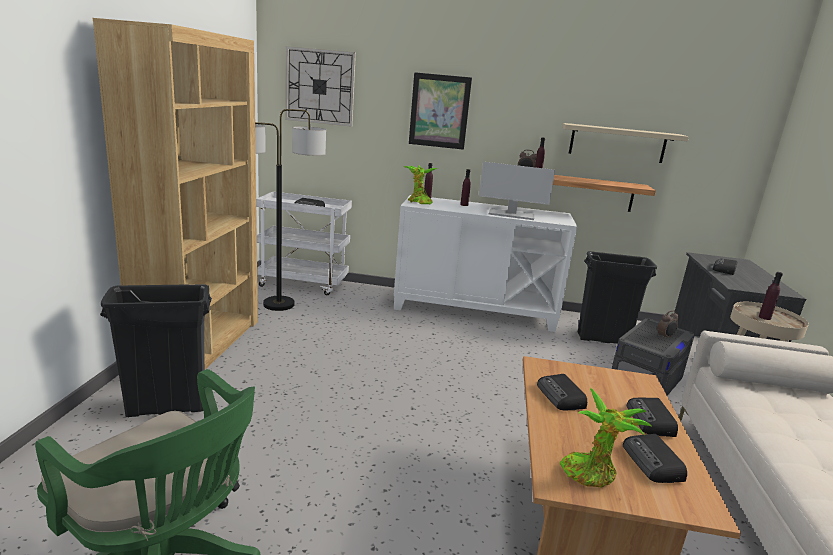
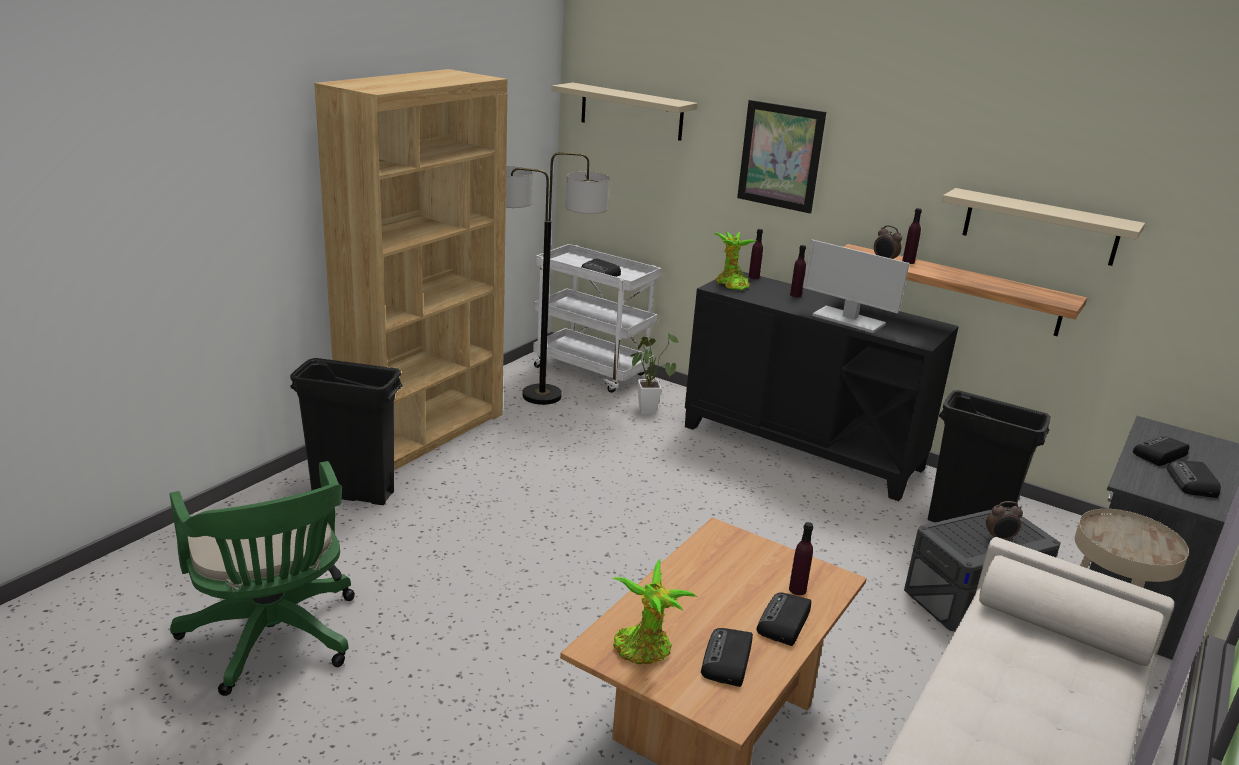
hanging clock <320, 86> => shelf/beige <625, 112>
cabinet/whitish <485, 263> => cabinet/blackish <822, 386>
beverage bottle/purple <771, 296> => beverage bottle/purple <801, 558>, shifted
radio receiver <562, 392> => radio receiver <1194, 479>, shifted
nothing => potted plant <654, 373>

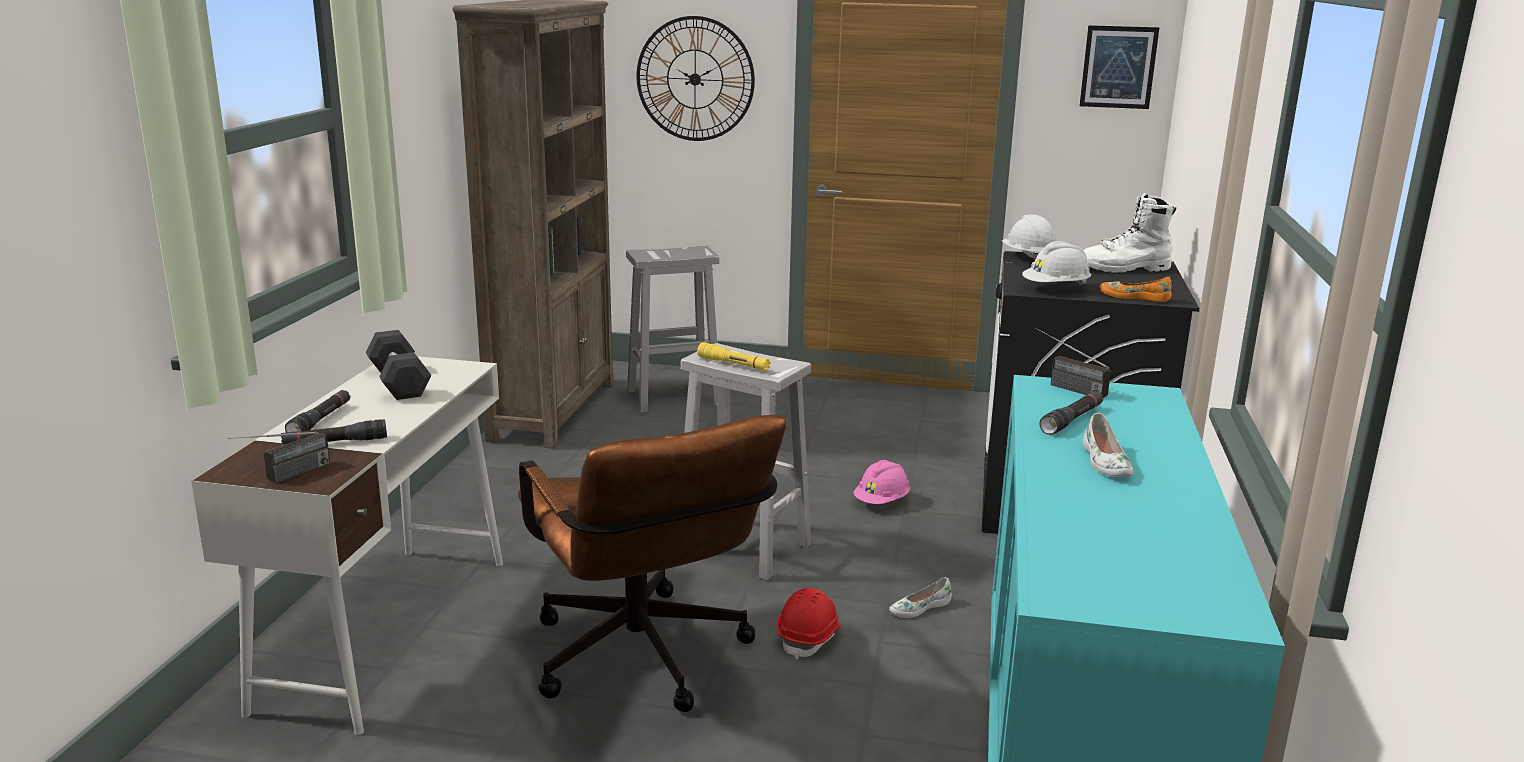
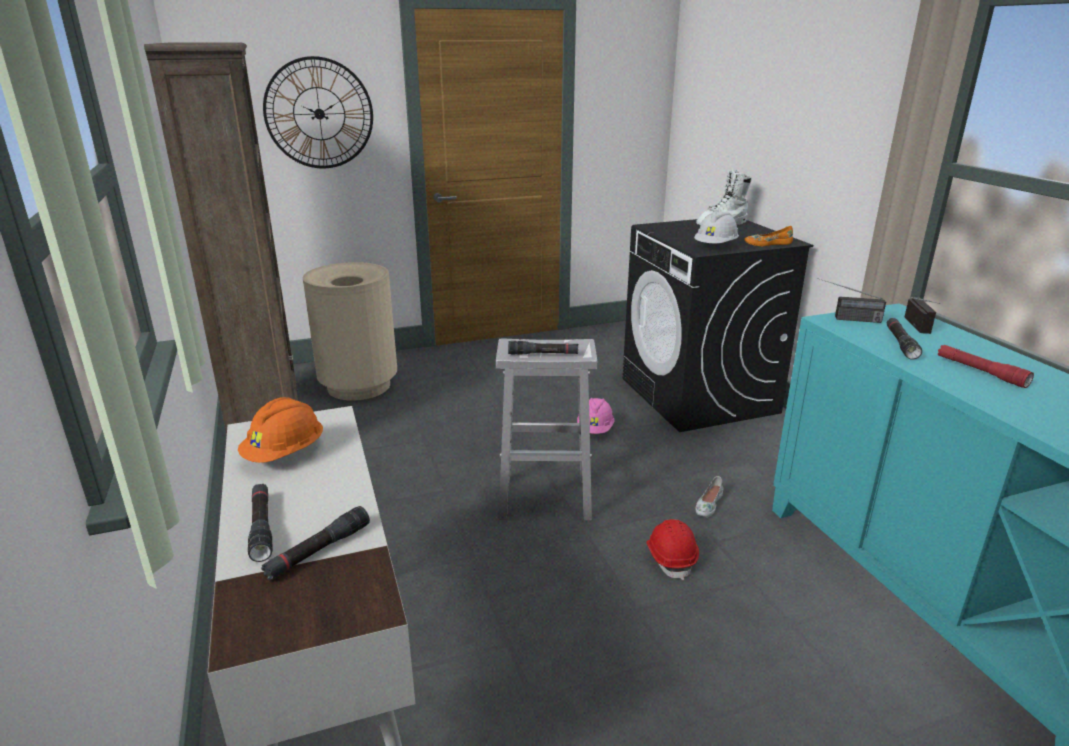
wall picture <1119, 67> => nothing
hard hat/whitish <1030, 236> => nothing
sitting stool/whitish <673, 329> => rubbish bin/beige <349, 331>
free weight/gray <398, 365> => hard hat/orange <280, 430>
hand torch/yellow-coloured <734, 356> => hand torch/blackish <543, 348>
shoe/whitish <1108, 445> => hand torch/red-coloured <986, 366>
computer chair/brown <652, 563> => nothing
radio receiver <279, 457> => radio receiver <922, 315>, shifted

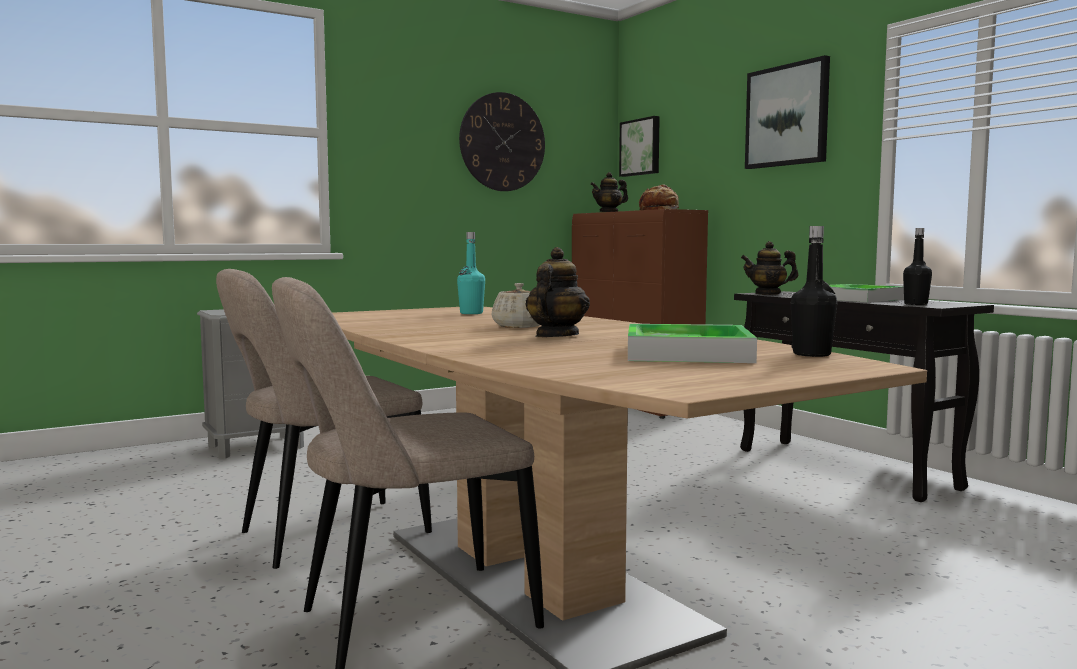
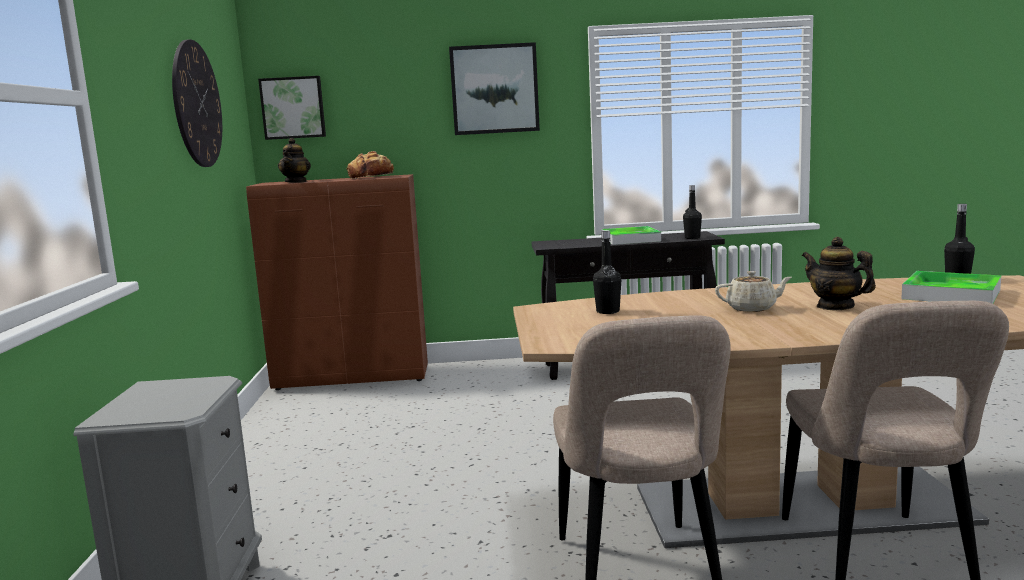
beverage bottle/turquoise <471, 273> => beverage bottle/blackish <607, 272>
tea pot <769, 268> => nothing

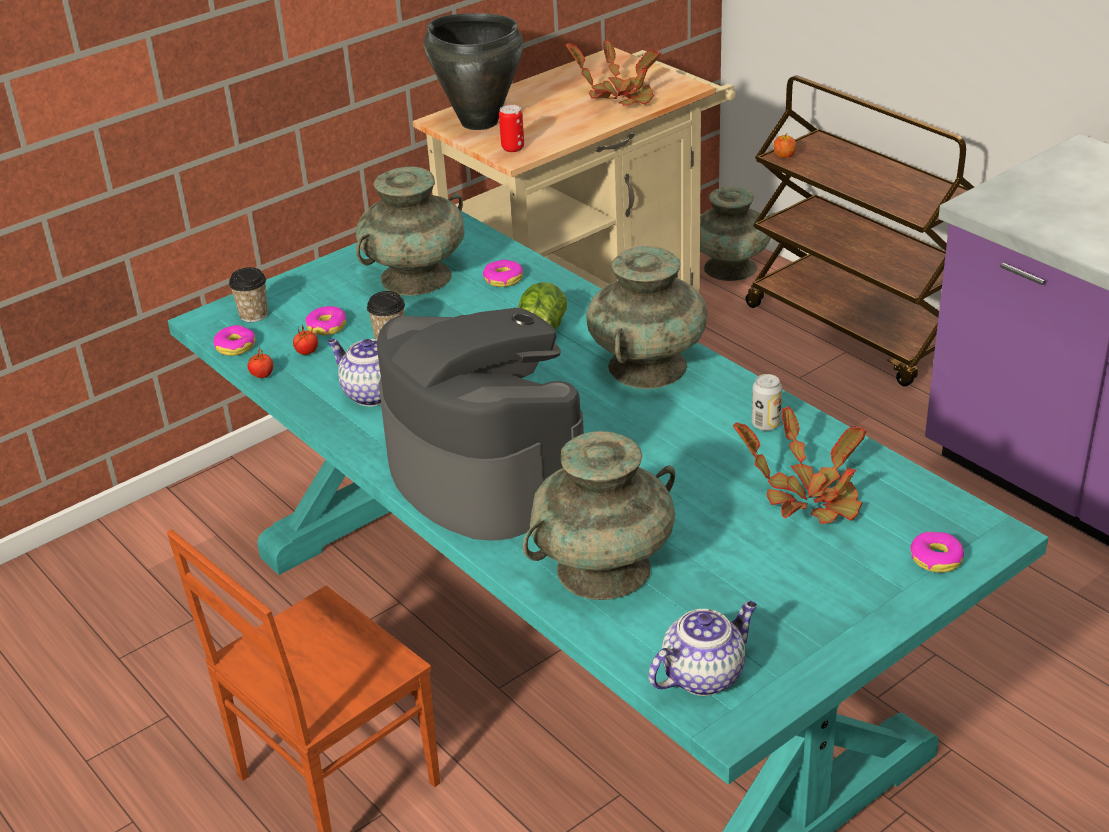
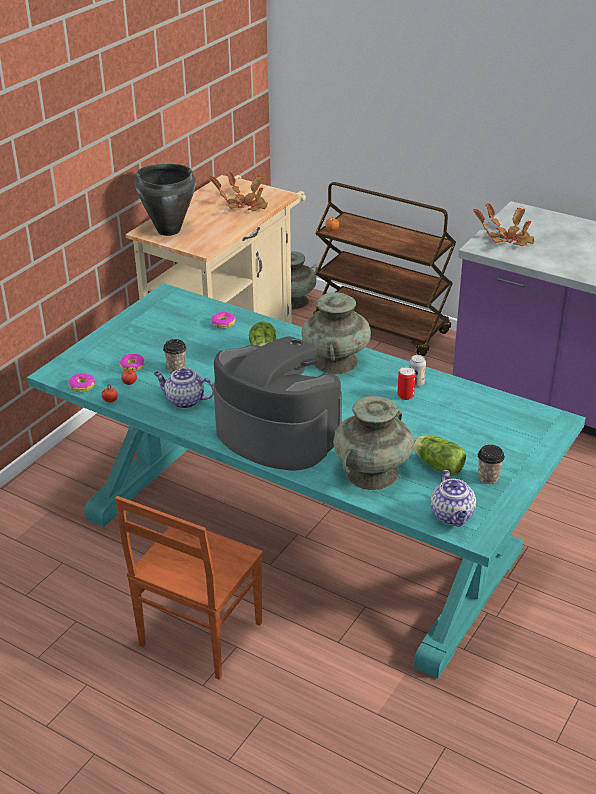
can <511, 128> => can <406, 383>, shifted
flower vase/turquoise <410, 231> => nothing
drinking cup <248, 294> => drinking cup <491, 464>, shifted
potted plant <800, 465> => potted plant <503, 224>, shifted
doughnut <937, 552> => nothing
tea pot <702, 648> => tea pot <453, 498>, 135 degrees clockwise
nothing => lettuce head <439, 456>

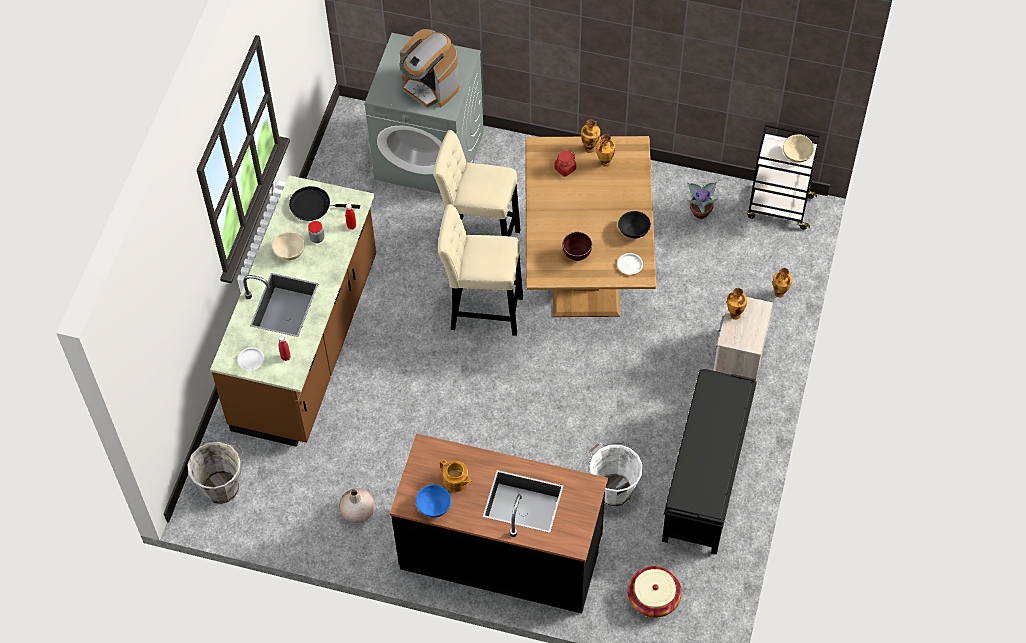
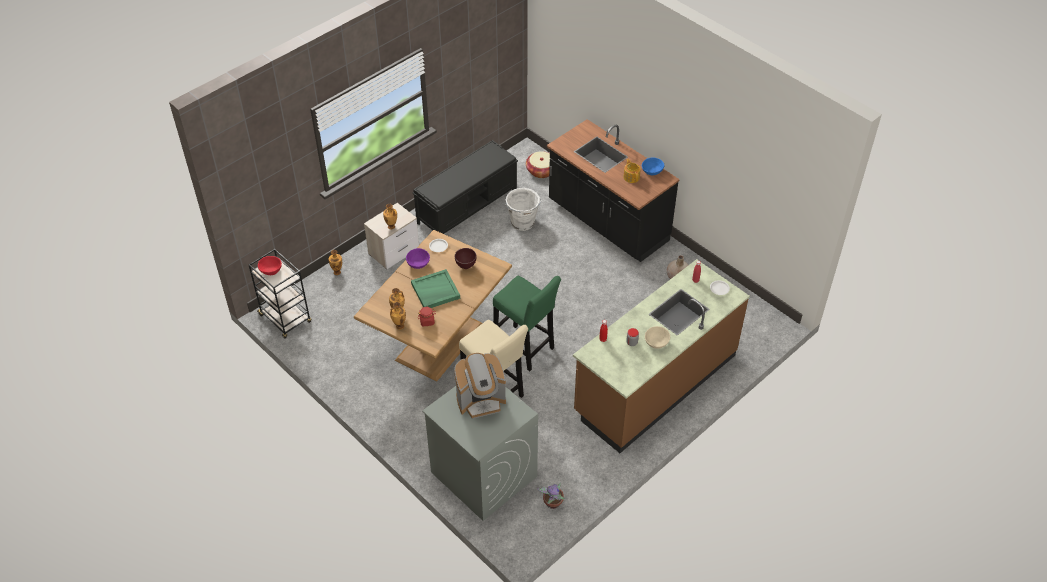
coffee maker <429, 68> => coffee maker <480, 386>, 90 degrees clockwise
bowl/beige <798, 148> => bowl/red-coloured <270, 265>
potted plant <702, 200> => potted plant <551, 495>, shifted
skillet/blackish <324, 203> => nothing
sitting stool/beige <480, 270> => sitting stool/greenish <527, 323>
bowl/blackish <634, 224> => bowl/purple <418, 258>
pail/gray <216, 472> => nothing
nothing => tray/greenish <435, 288>

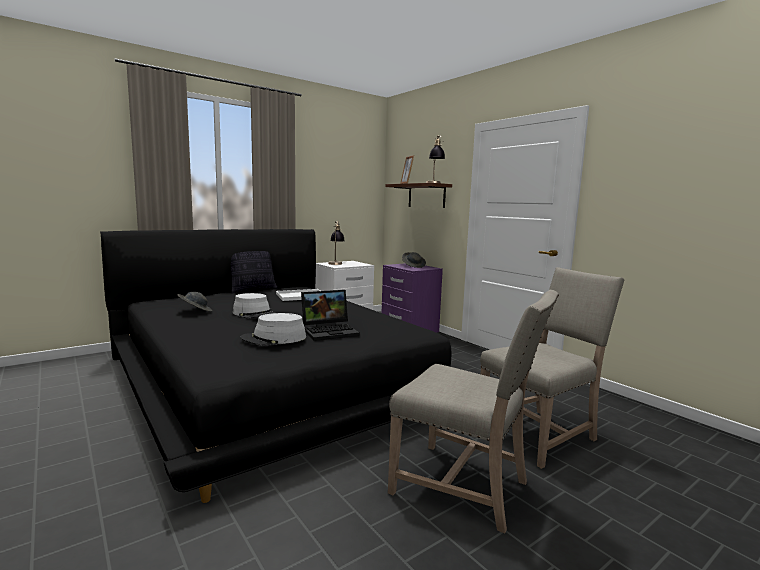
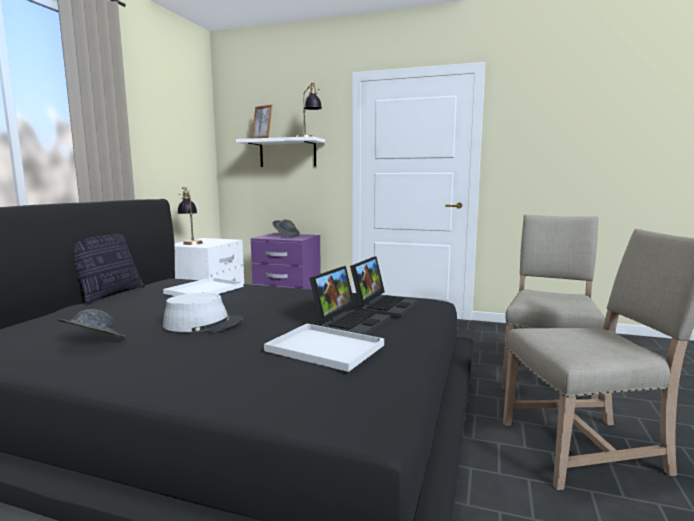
shelf/brown <418, 195> => shelf/whitish <280, 151>
hat/gray <273, 329> => tray/whitish <324, 348>
nothing => portable computer <384, 287>

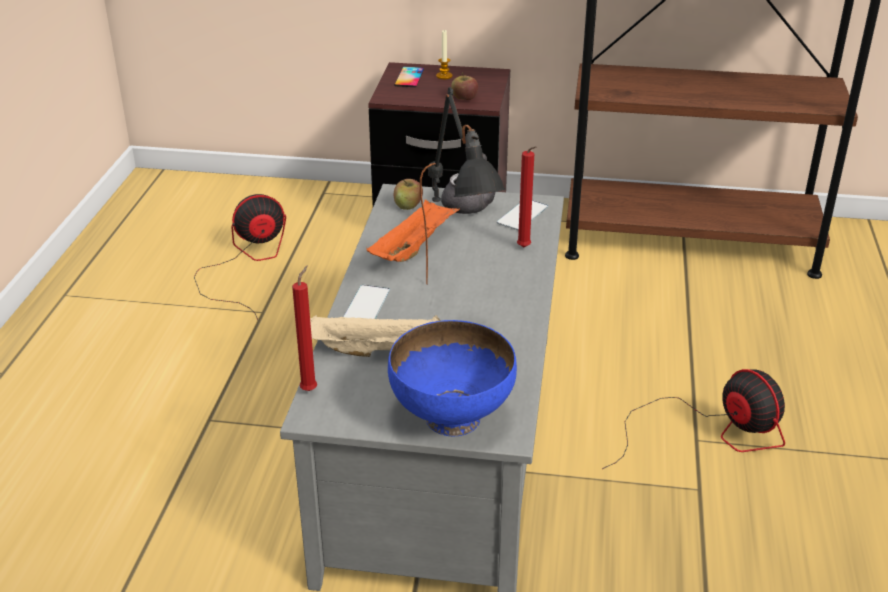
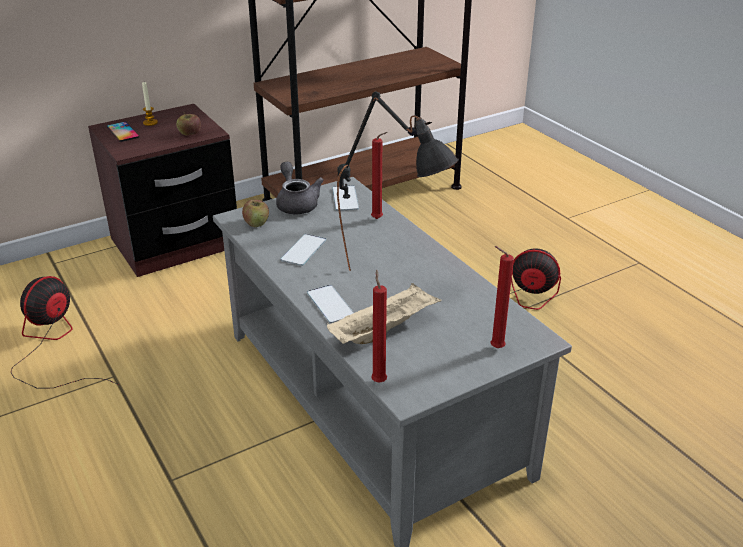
tray/orange <413, 231> => handset <303, 250>
bowl/blue-coloured <452, 378> => wax candle/red-coloured <502, 297>

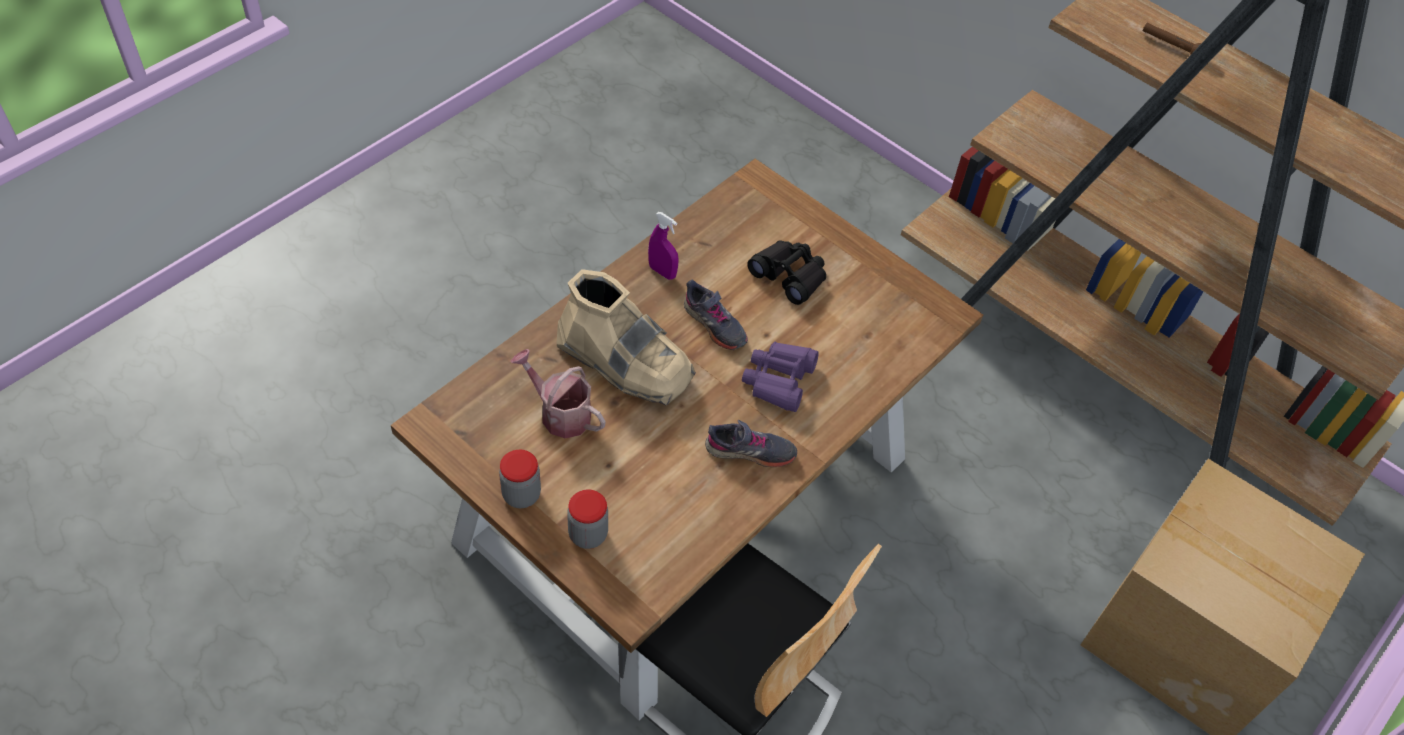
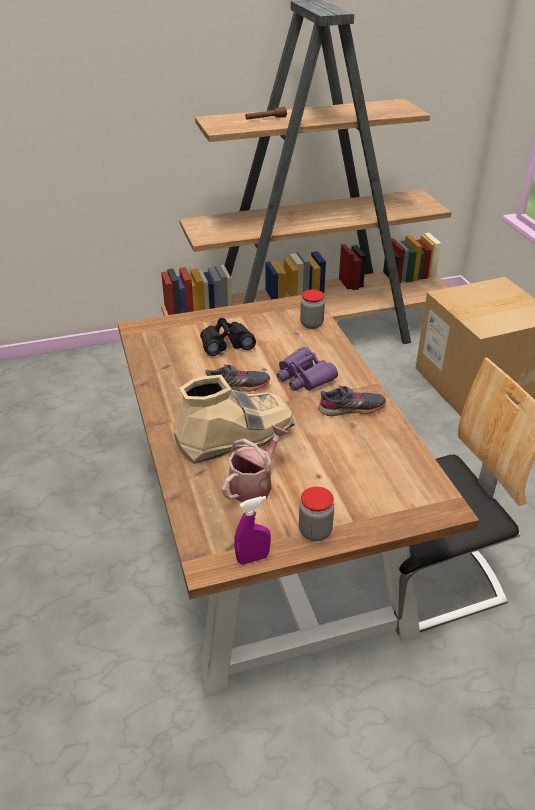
sprayer/purple <663, 246> => sprayer/purple <252, 530>, shifted
sprinkling can <558, 393> => sprinkling can <255, 463>, 150 degrees clockwise
shoe/gray <751, 443> => shoe/gray <352, 400>, 45 degrees clockwise
preserve jar <587, 519> => preserve jar <312, 309>, shifted

